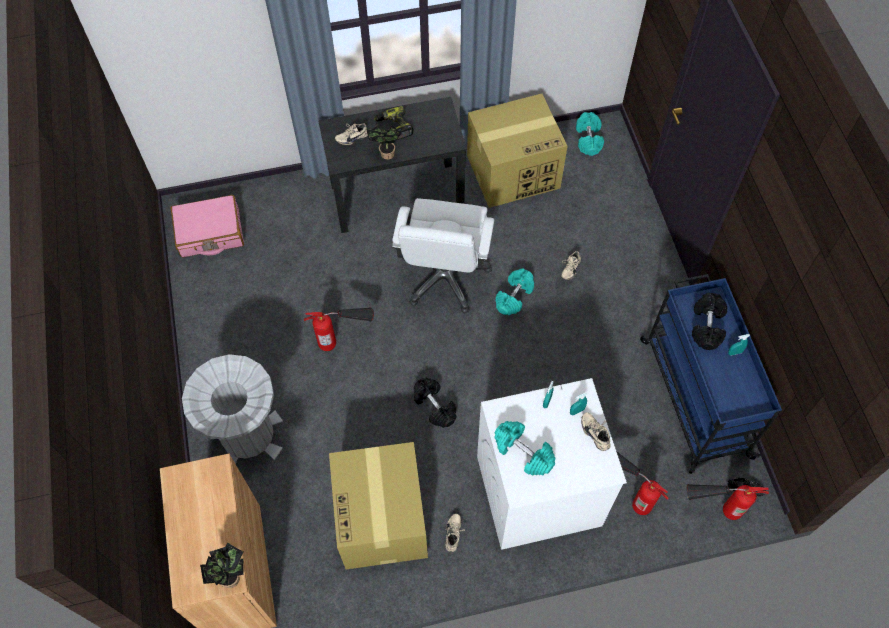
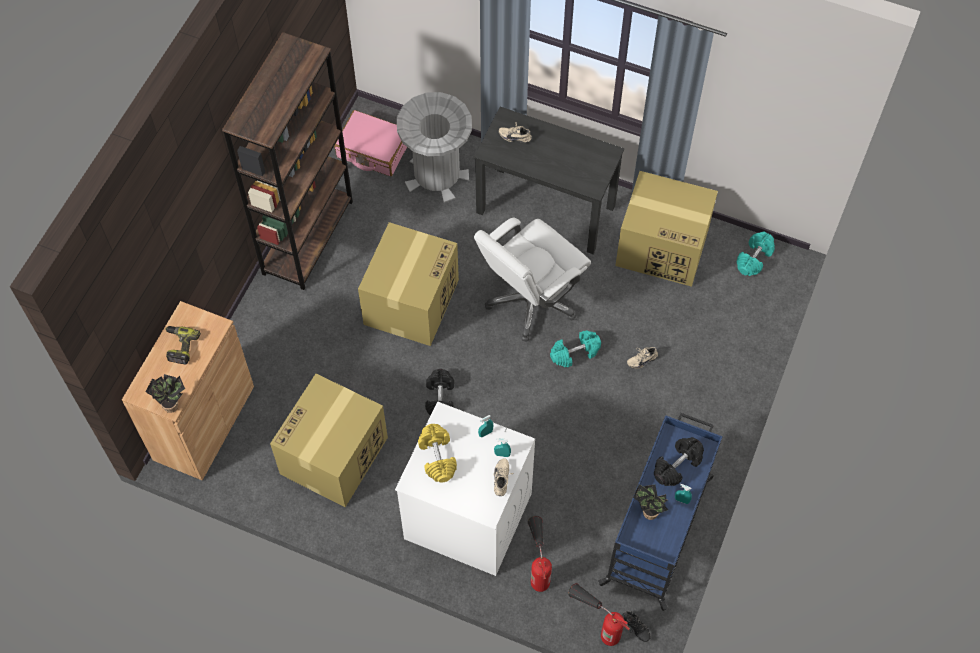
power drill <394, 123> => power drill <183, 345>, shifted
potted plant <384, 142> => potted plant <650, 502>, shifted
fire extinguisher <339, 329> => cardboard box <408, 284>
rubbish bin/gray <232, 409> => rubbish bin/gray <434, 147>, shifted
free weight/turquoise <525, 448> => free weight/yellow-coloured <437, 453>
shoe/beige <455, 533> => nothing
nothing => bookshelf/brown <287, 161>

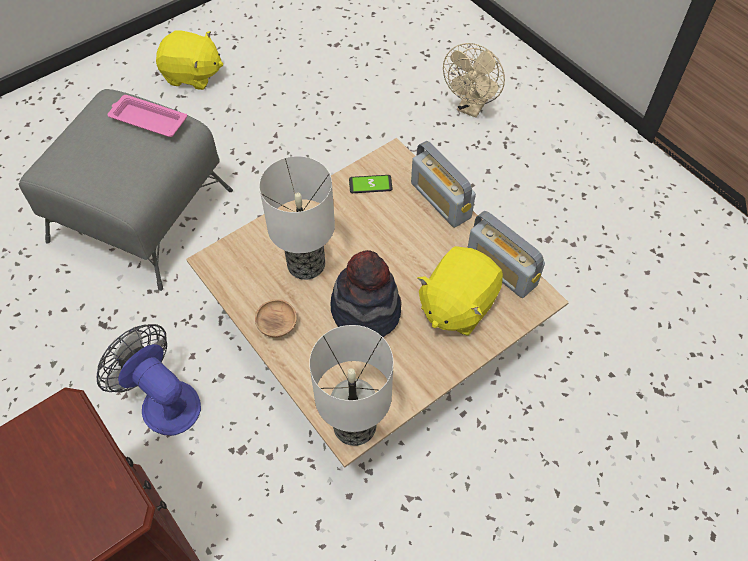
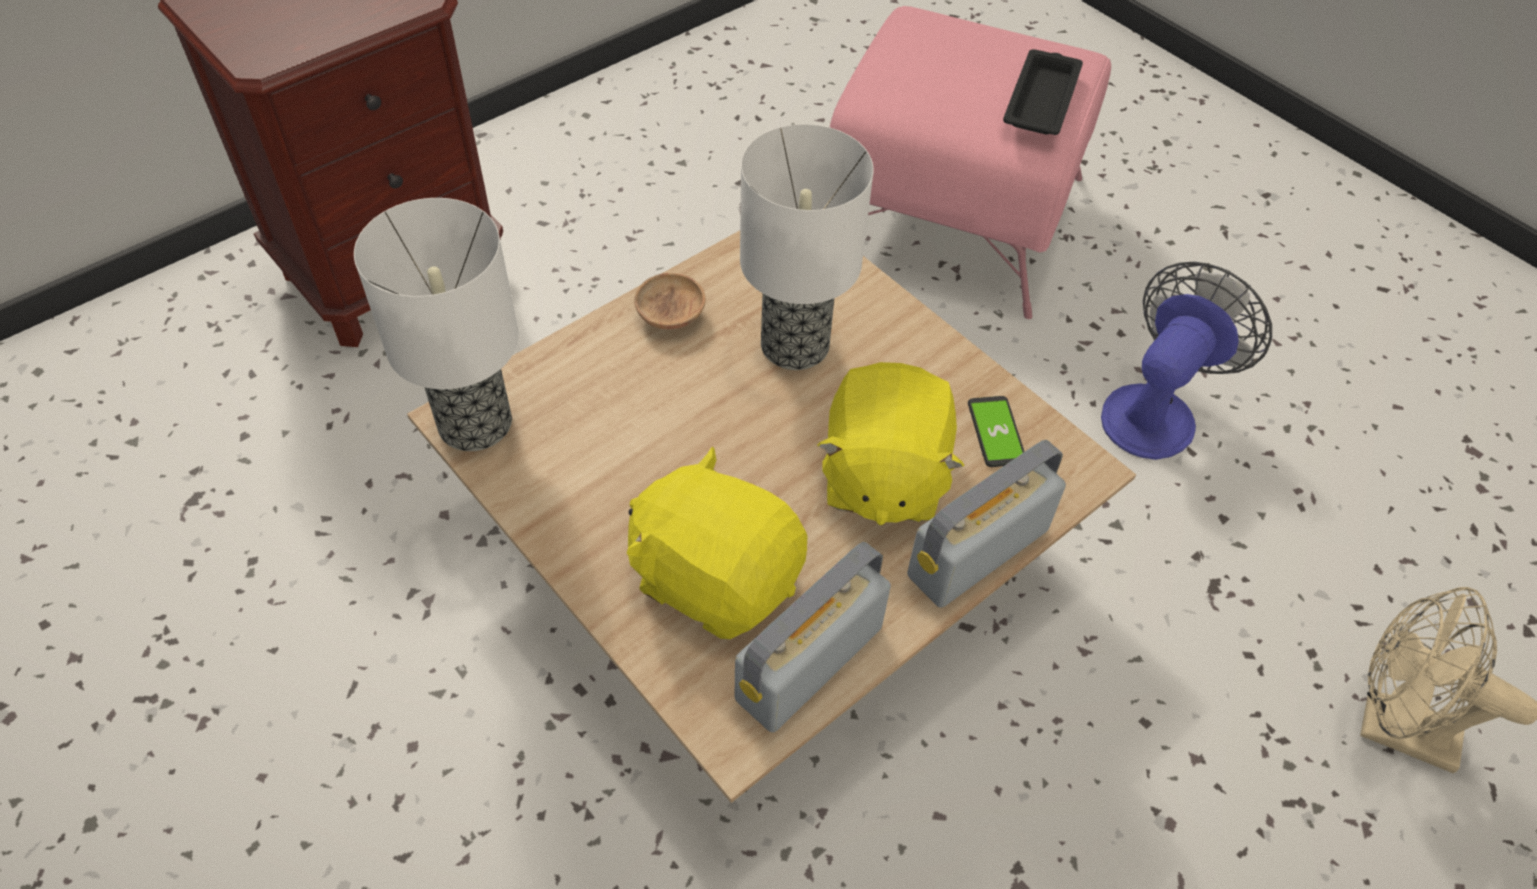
soft toy/yellow-coloured <189, 60> => soft toy/yellow-coloured <891, 443>, shifted
footrest/gray <126, 190> => footrest/pink <970, 162>
tray/pink <147, 116> => tray/blackish <1043, 92>
hat <366, 293> => nothing
cooling fan <148, 380> => cooling fan <1186, 361>, shifted

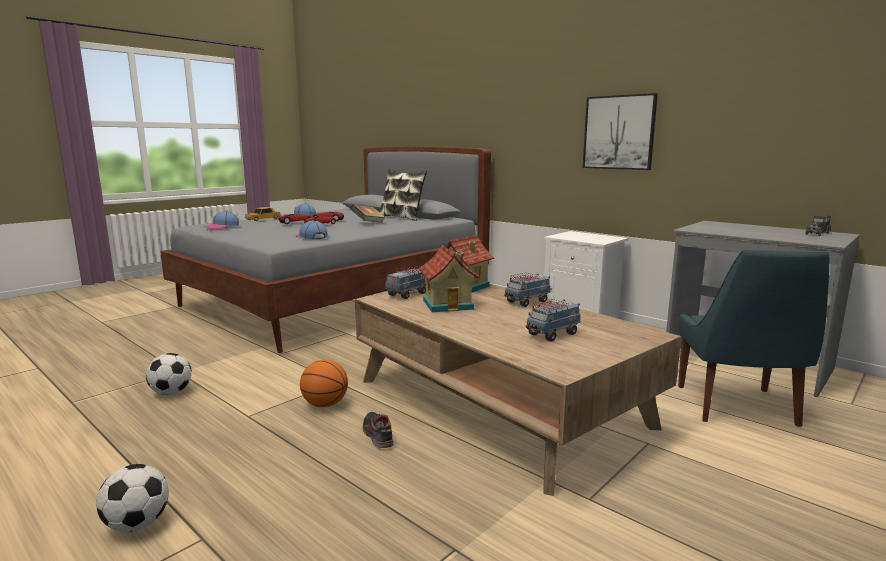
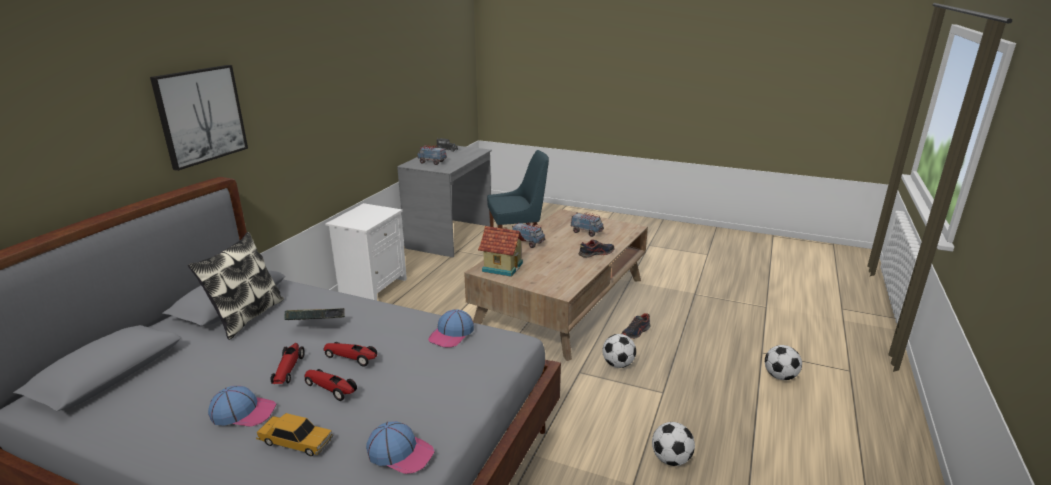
wall picture <620, 131> => wall picture <199, 118>, shifted
miniature house <449, 278> => nothing
toy lorry <405, 282> => toy lorry <432, 154>, shifted
basketball ball <324, 383> => football ball <619, 351>
nothing => shoe <596, 248>

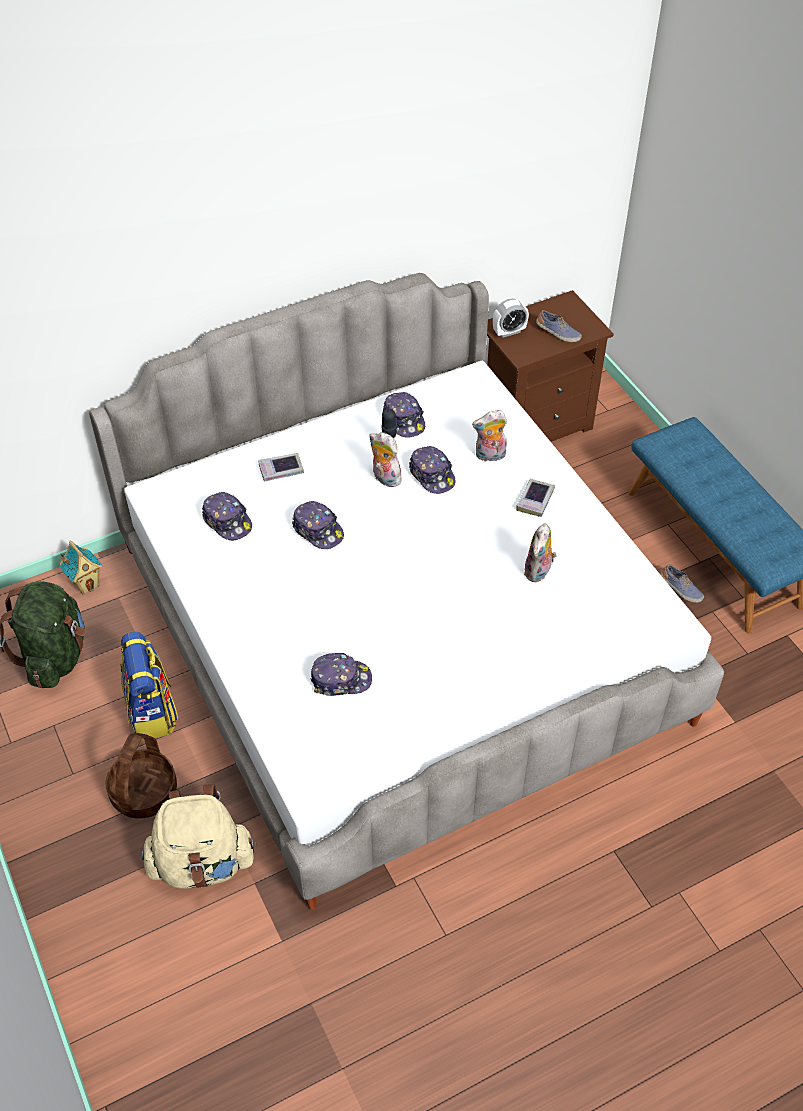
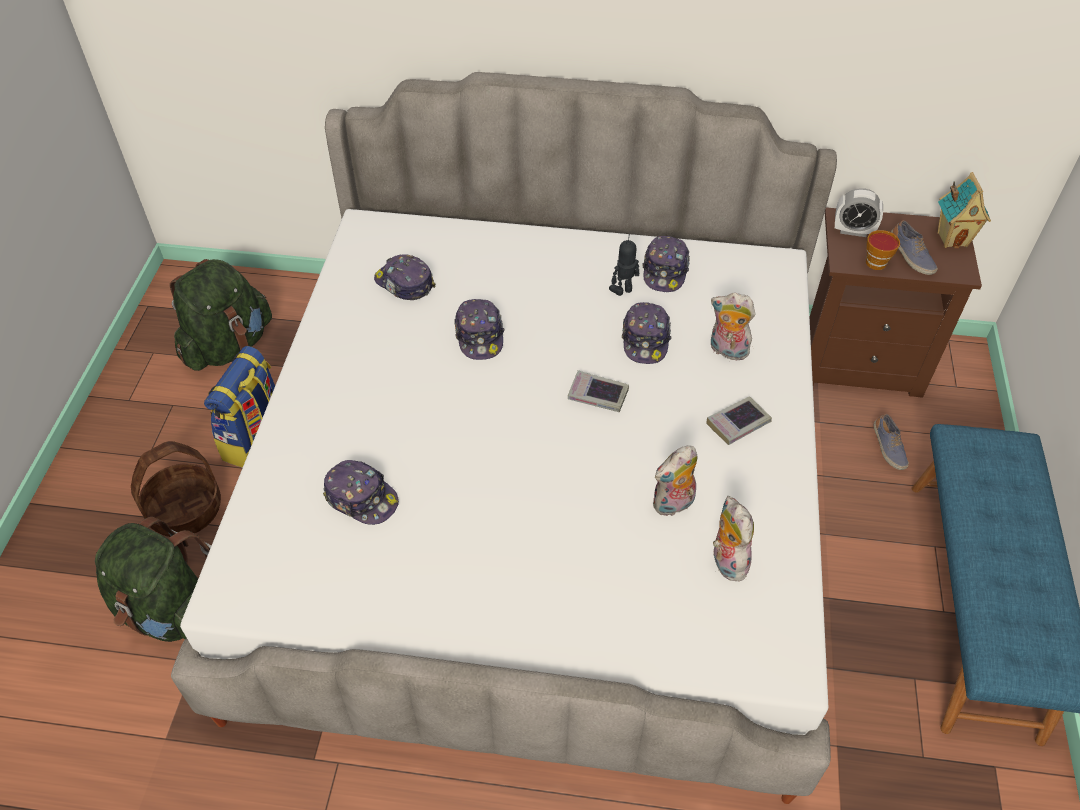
soft toy <385, 459> => soft toy <733, 539>, shifted
volume <281, 467> => volume <598, 391>, shifted
baseball cap <227, 516> => baseball cap <404, 277>, 135 degrees clockwise
miniature house <81, 567> => miniature house <964, 210>, shifted
shoe <682, 583> => shoe <891, 442>, shifted
rucksack/beige <199, 836> => rucksack/greenish <153, 579>
nothing => drinking cup <883, 250>

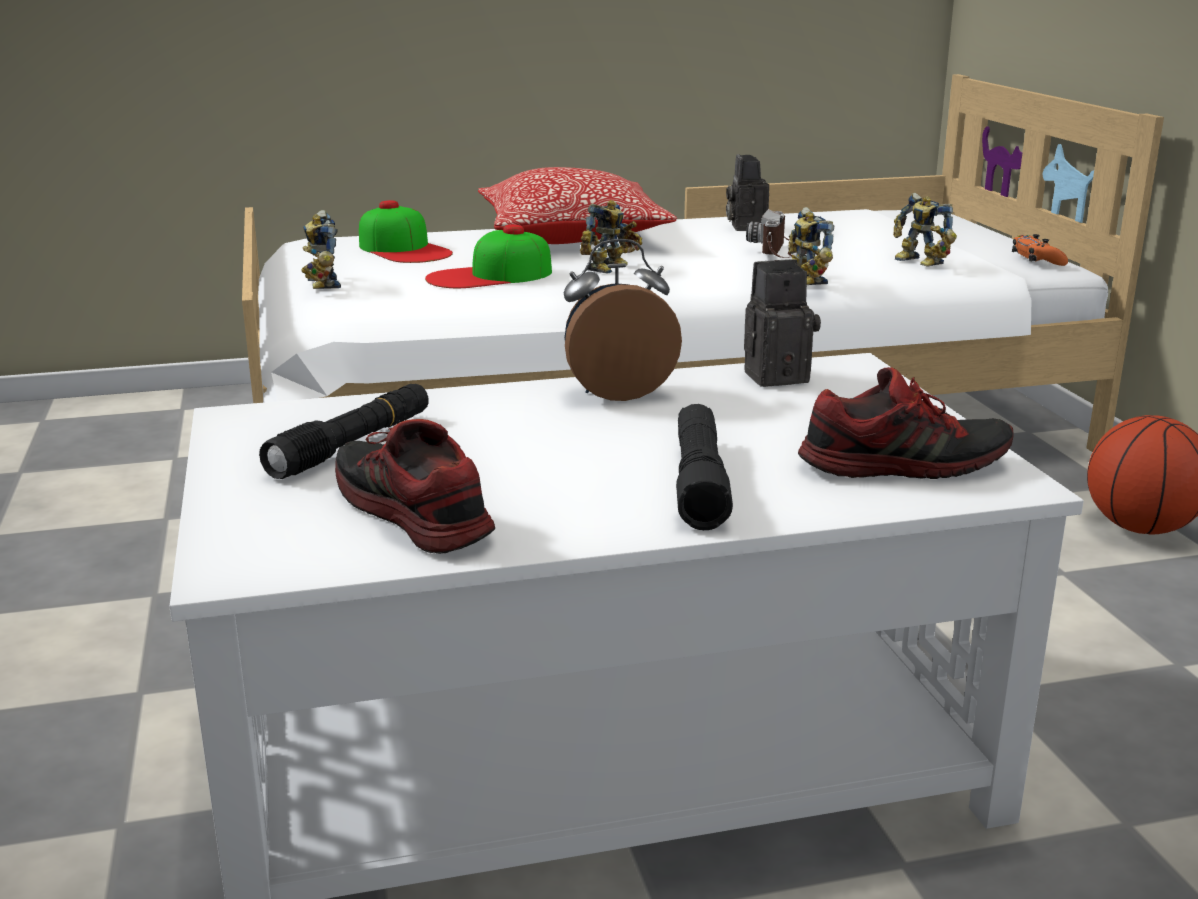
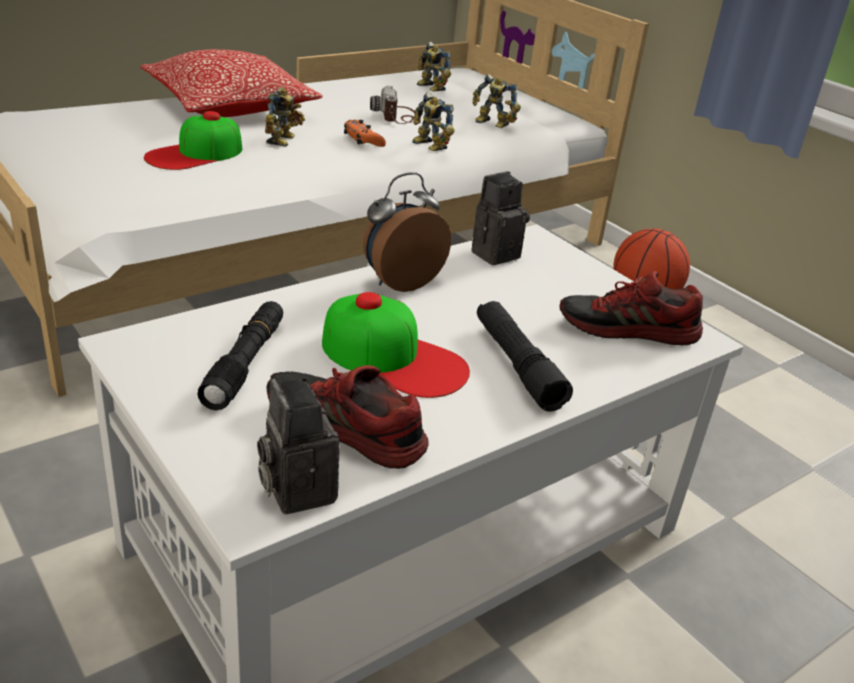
photo camera <747, 192> => photo camera <298, 446>, shifted
baseball cap <406, 231> => baseball cap <396, 345>, shifted
toy robot <321, 249> => toy robot <434, 67>, shifted
joypad/orange <1040, 250> => joypad/orange <365, 133>, shifted
shoe <906, 423> => shoe <631, 308>, 150 degrees counterclockwise

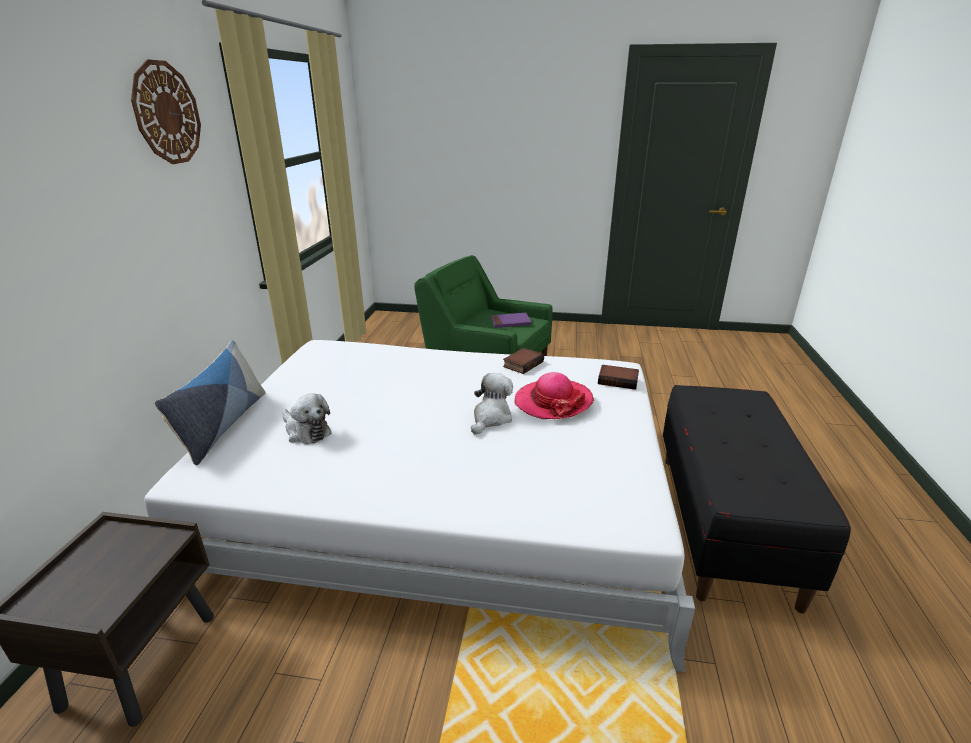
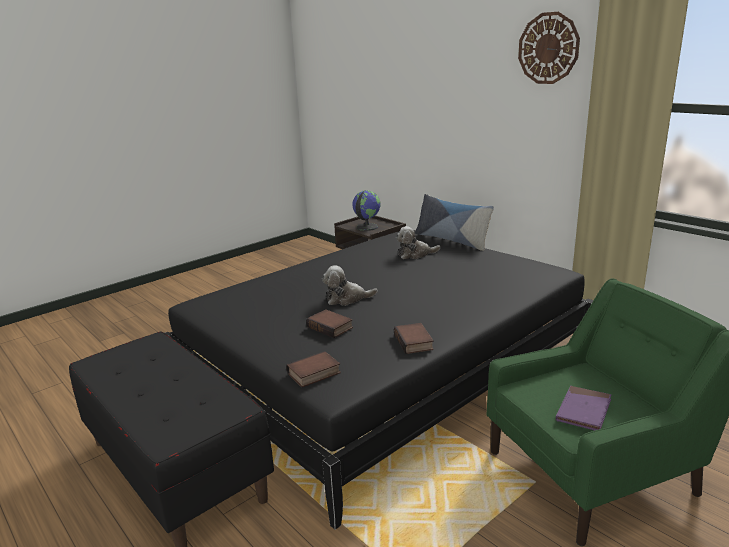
bed/whitish <419, 506> => bed/blackish <379, 380>
hat <554, 395> => volume <329, 324>
soft toy <492, 403> => soft toy <350, 285>, 105 degrees clockwise
nothing => desk globe <366, 210>

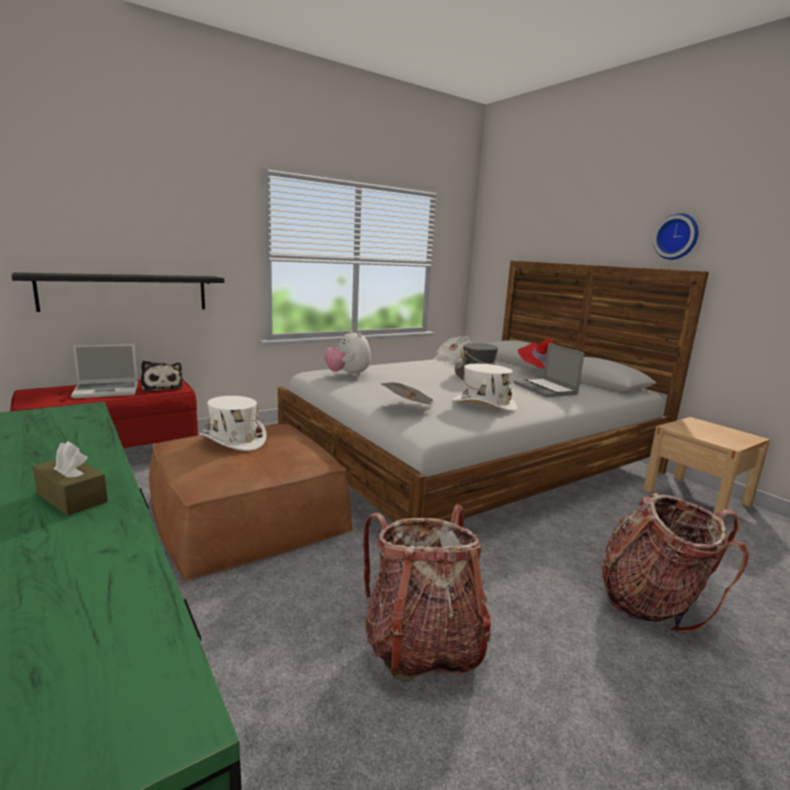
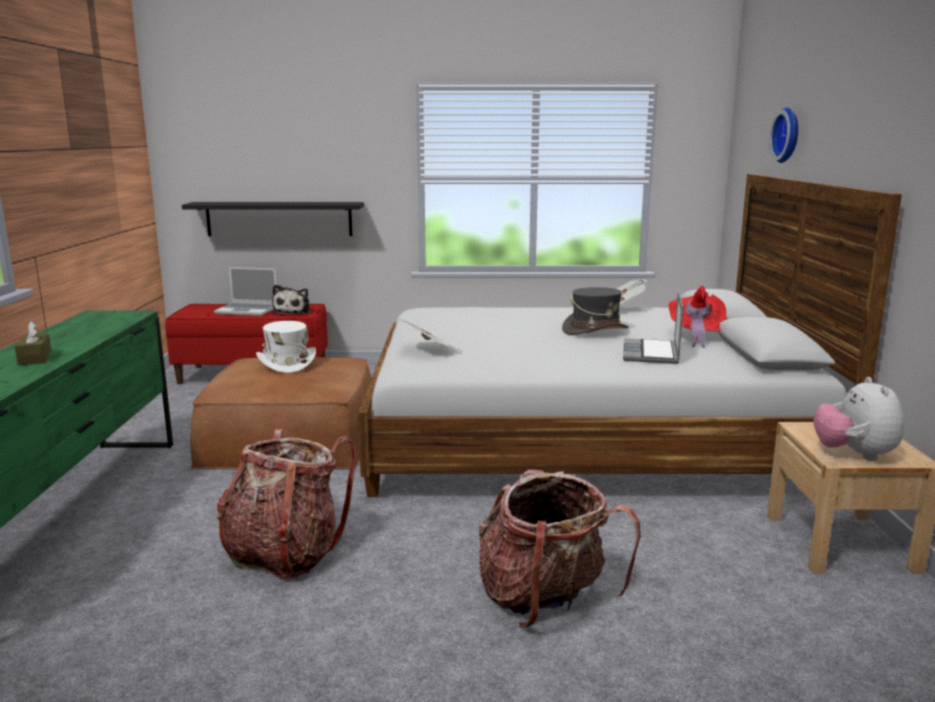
hanging clock <676, 236> => hanging clock <783, 135>, shifted
soft toy <348, 353> => soft toy <858, 419>, shifted
hat/whitish <485, 388> => nothing

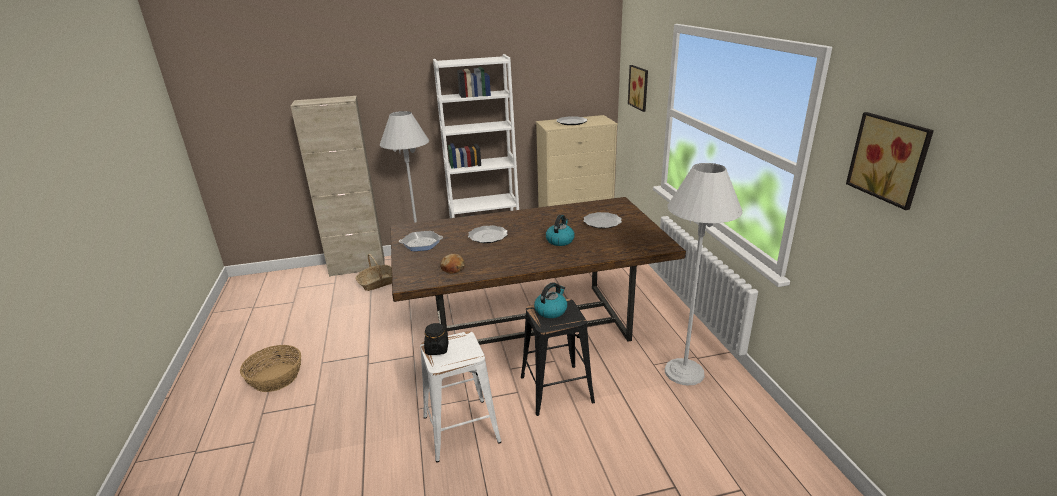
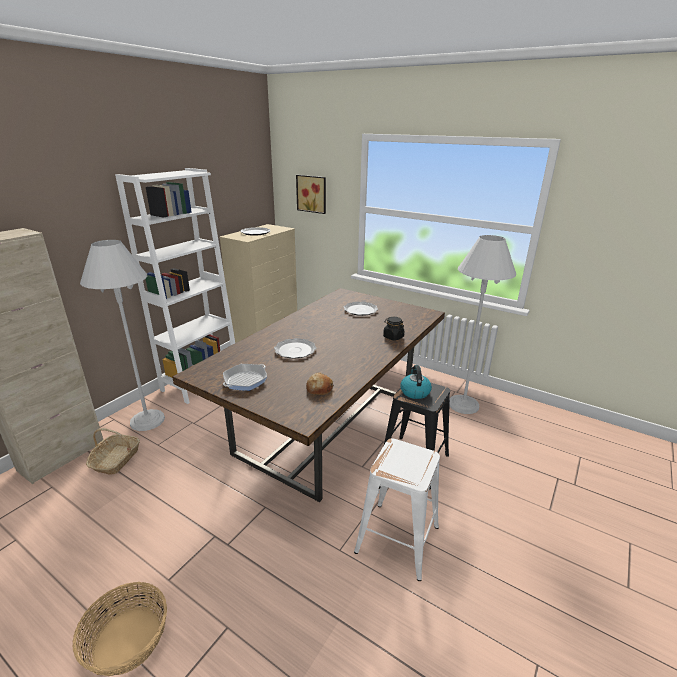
wall picture <890, 161> => nothing
kettle <560, 230> => nothing
preserve jar/blackish <436, 339> => preserve jar/blackish <393, 329>, shifted

